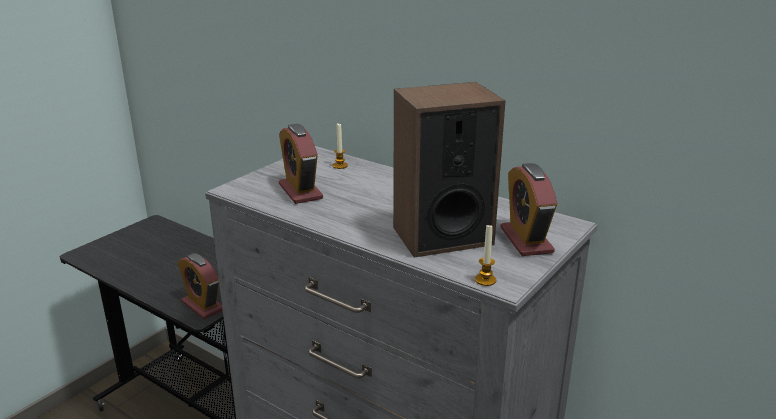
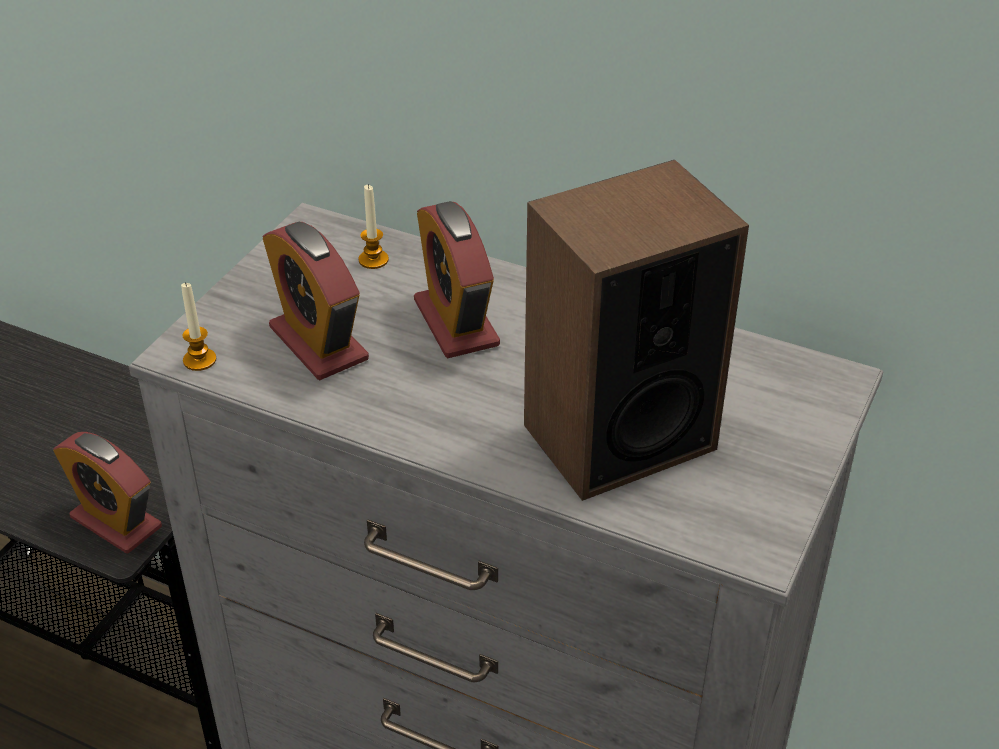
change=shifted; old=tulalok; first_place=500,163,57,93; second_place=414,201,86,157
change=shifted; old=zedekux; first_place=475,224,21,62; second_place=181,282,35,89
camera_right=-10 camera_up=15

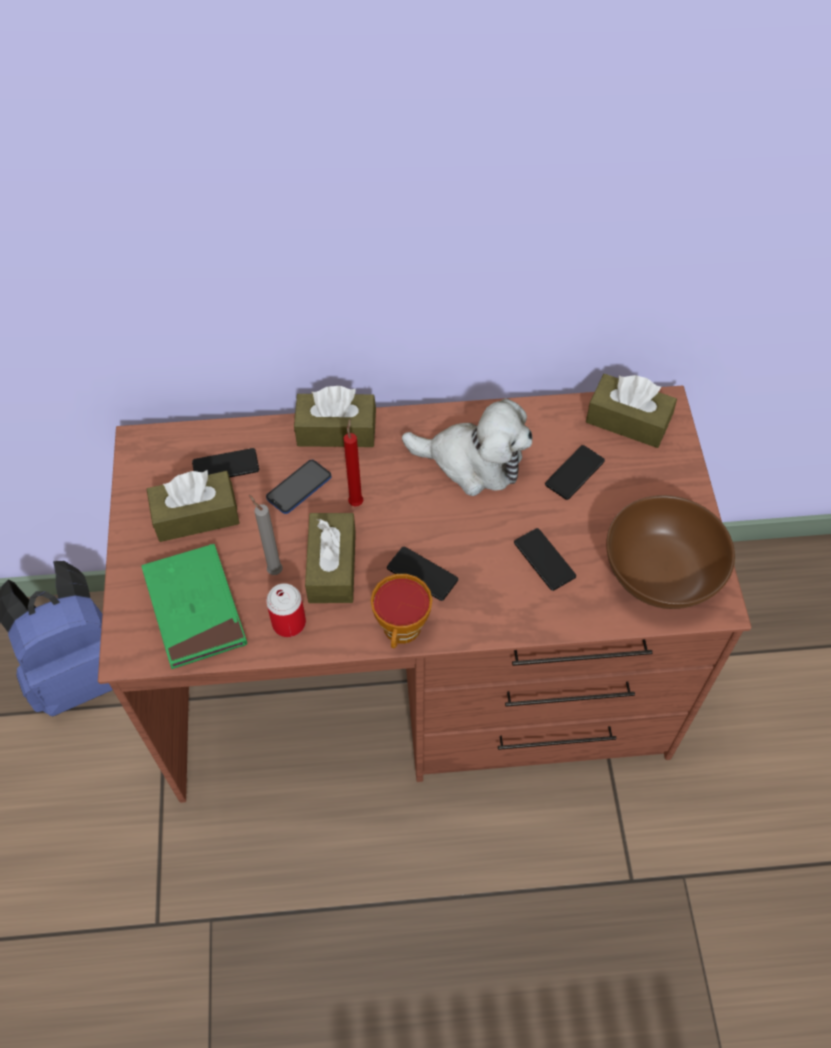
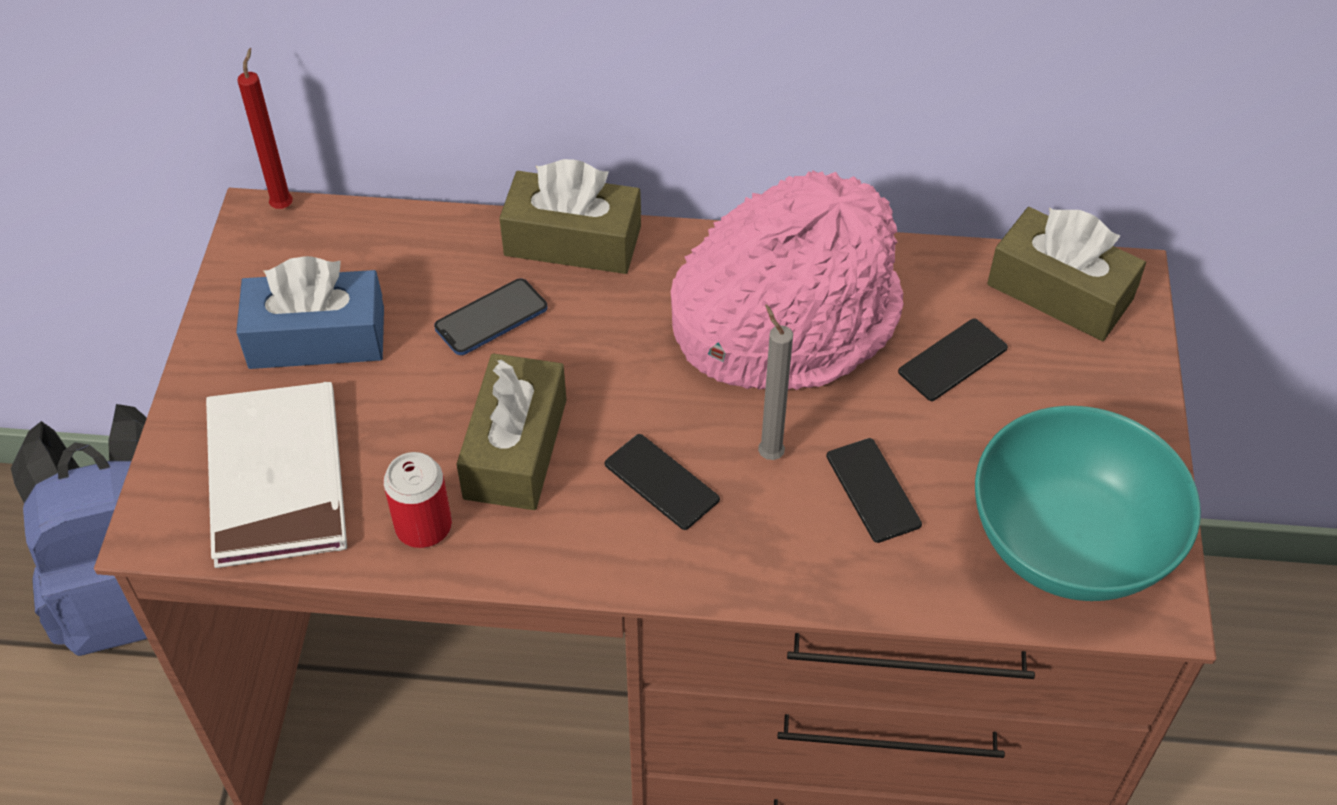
change=swapped; old=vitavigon; new=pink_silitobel; first_place=402,398,130,98; second_place=670,170,234,220
change=shifted; old=red_zedekux; first_place=344,419,20,87; second_place=237,48,56,161
change=gone; old=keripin; first_place=192,448,67,29
change=repainted; old=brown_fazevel; new=blue_fazevel; first_place=147,470,93,72; second_place=236,256,148,113
change=shifted; old=grey_zedekux; first_place=249,495,34,80; second_place=758,304,35,156
change=repainted; old=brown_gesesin; new=turquoise_gesesin; first_place=606,495,129,114; second_place=975,406,226,195
change=repainted; old=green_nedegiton; new=white_nedegiton; first_place=141,544,106,125; second_place=206,382,141,186
change=gone; old=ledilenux; first_place=371,574,61,74
camera_right=10 camera_up=-5

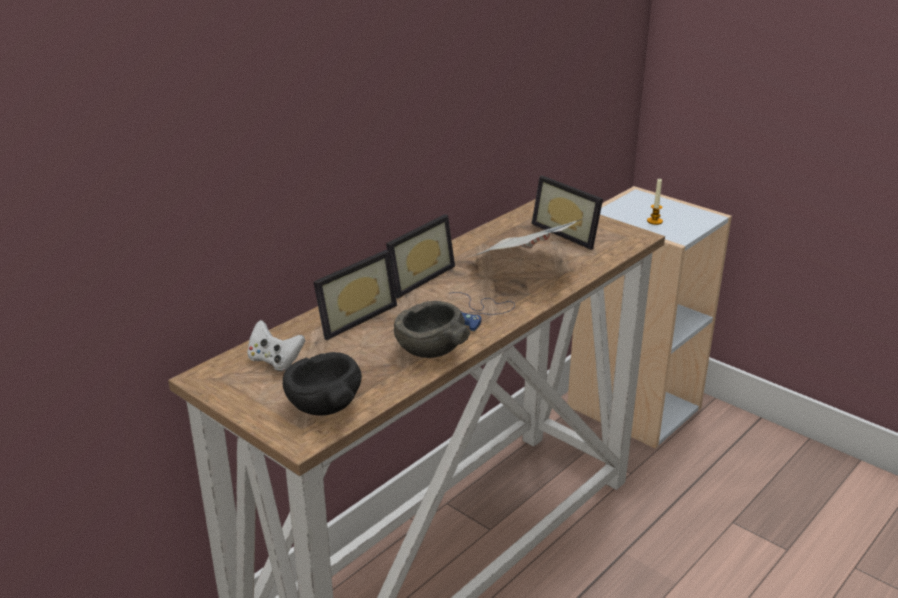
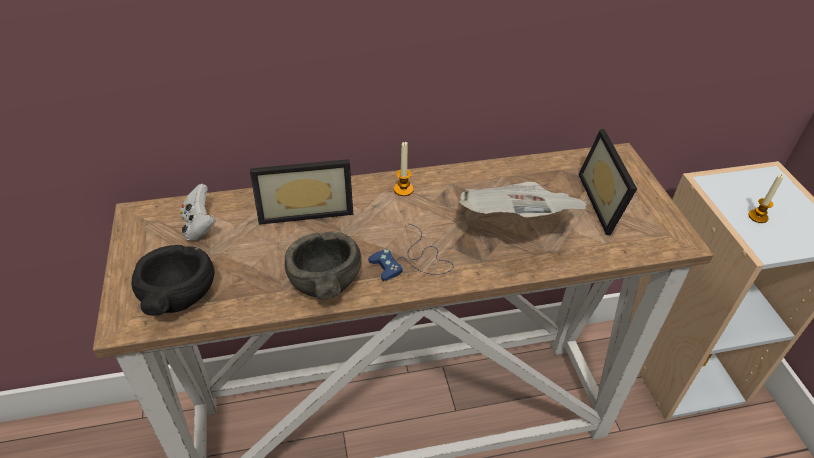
change=swapped; old=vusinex; new=zedekux; first_place=386,214,69,84; second_place=394,142,20,54
camera_right=35 camera_up=15

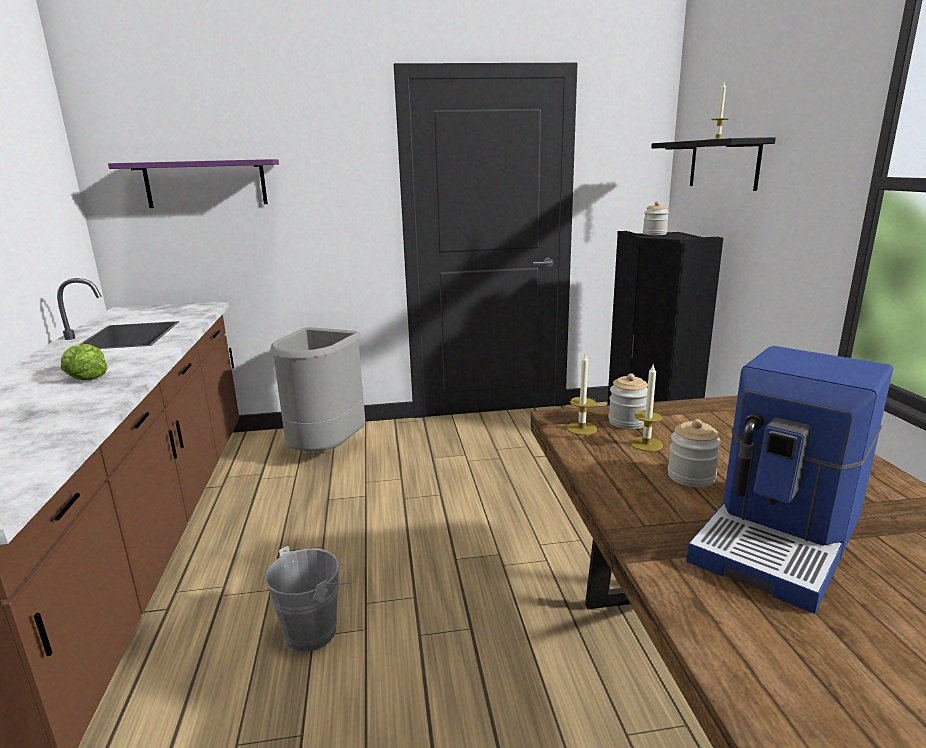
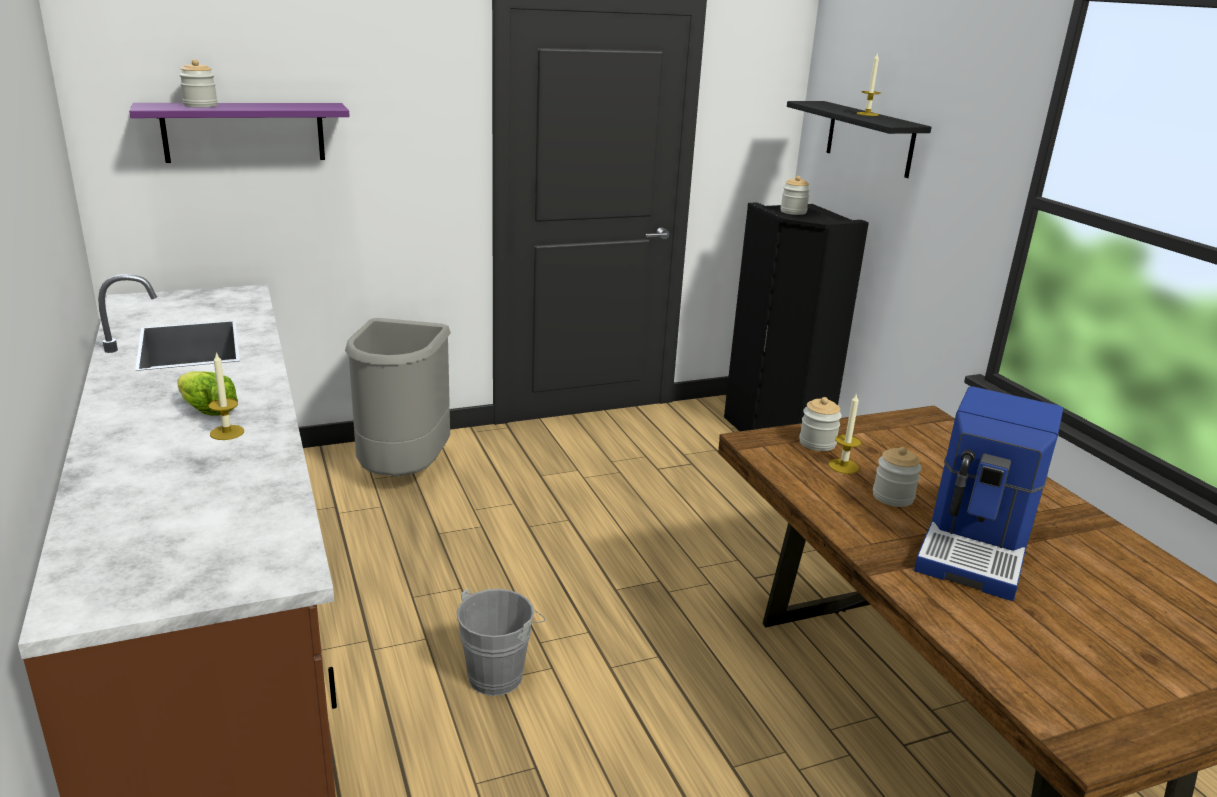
change=shifted; old=zedekux; first_place=567,352,30,83; second_place=209,352,35,88
change=new; new=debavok; second_place=179,59,39,49
camera_right=-15 camera_up=5

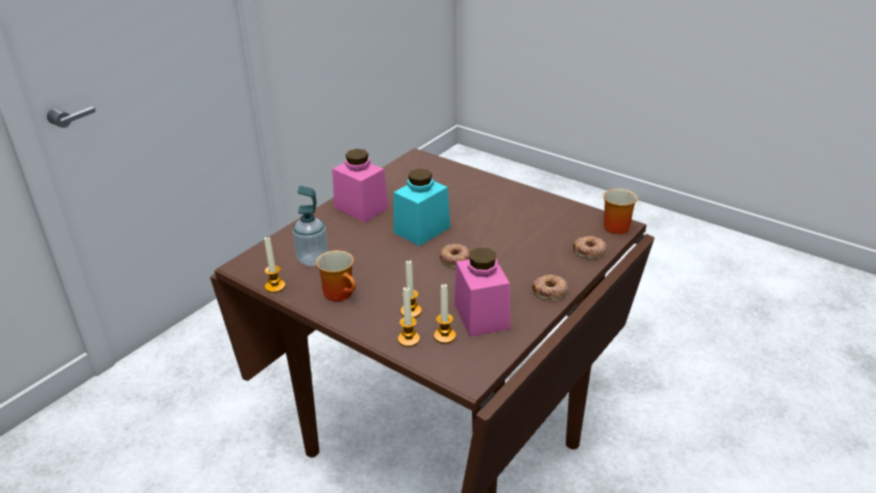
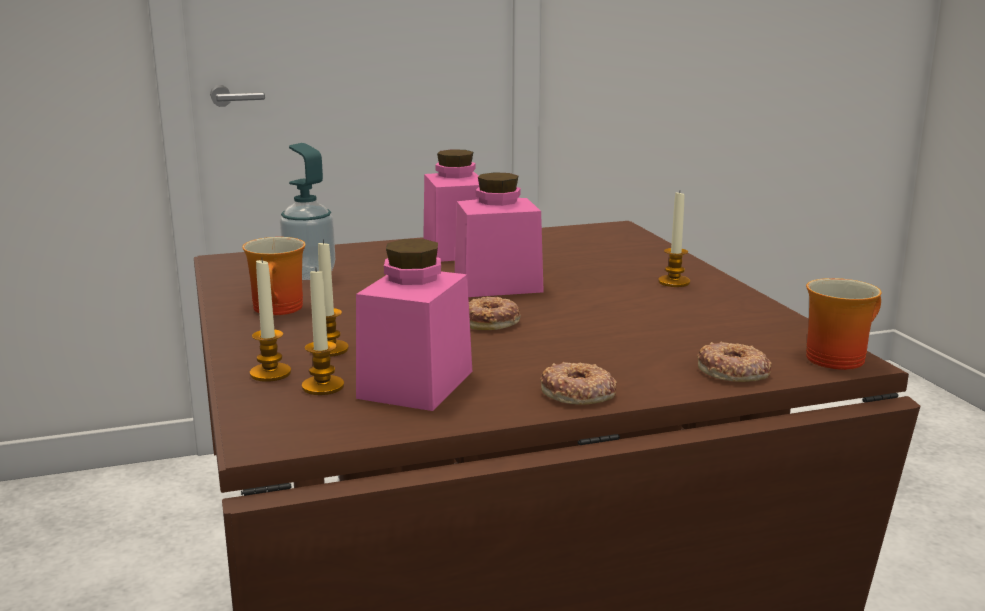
change=repainted; old=turquoise_debavok; new=pink_debavok; first_place=394,169,56,77; second_place=455,172,89,125
change=shifted; old=zedekux; first_place=264,237,22,56; second_place=658,193,32,94
camera_right=35 camera_up=-15

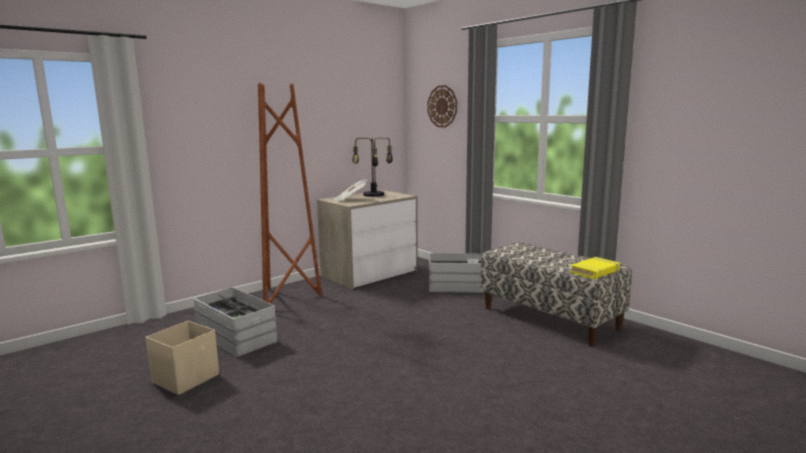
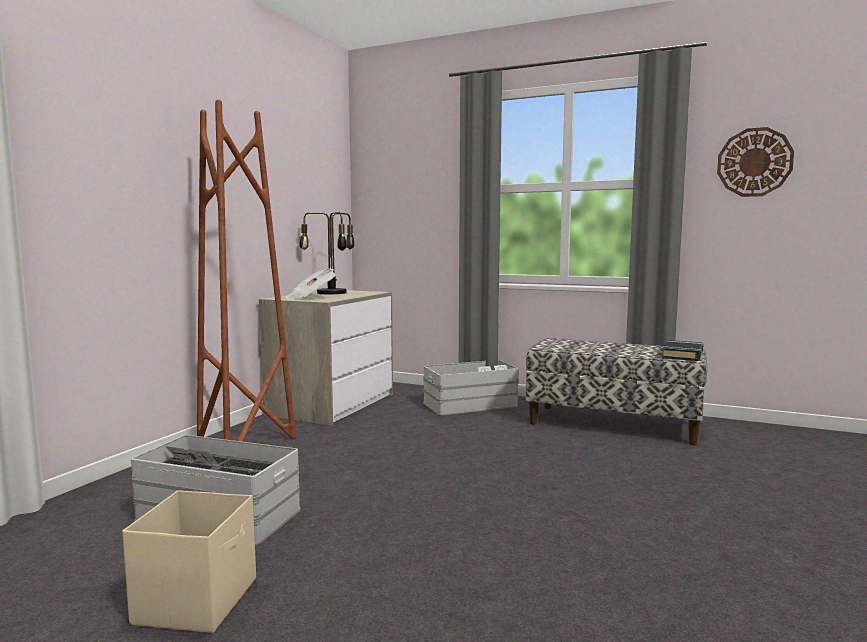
change=shifted; old=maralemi; first_place=428,85,29,42; second_place=717,127,77,70
change=repainted; old=yellow_nedegiton; new=black_nedegiton; first_place=570,257,50,22; second_place=662,340,42,21
camera_right=-25 camera_up=-5

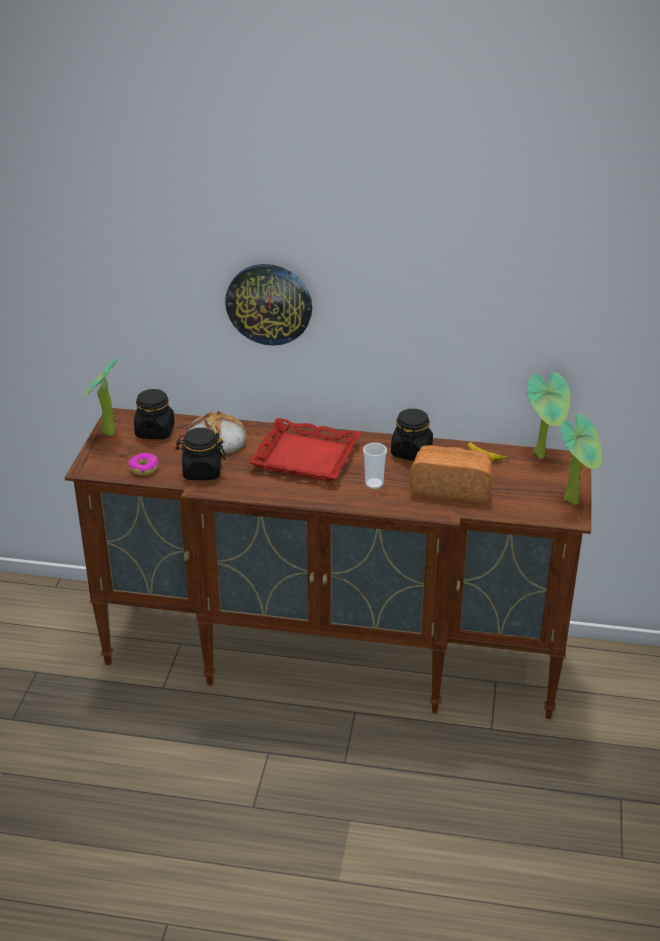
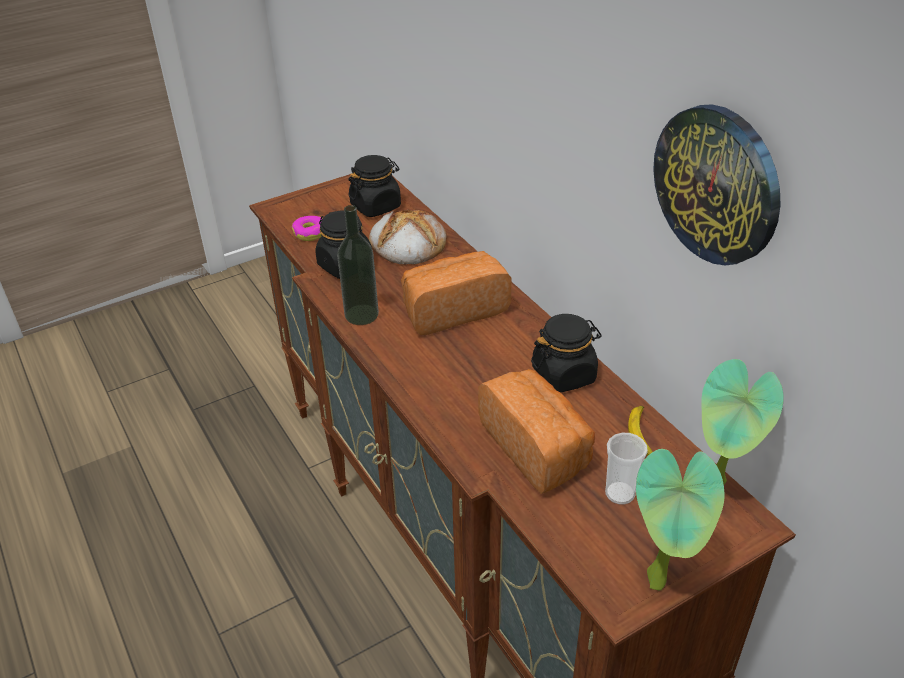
change=shifted; old=maralemi; first_place=225,264,87,82; second_place=653,104,128,162
change=gone; old=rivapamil; first_place=82,358,36,78
change=swapped; old=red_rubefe; new=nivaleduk; first_place=248,418,113,63; second_place=401,251,111,84
change=shifted; old=ledilenux; first_place=363,443,24,46; second_place=605,433,43,72
change=new; new=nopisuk; second_place=337,205,42,120
camera_right=50 camera_up=5

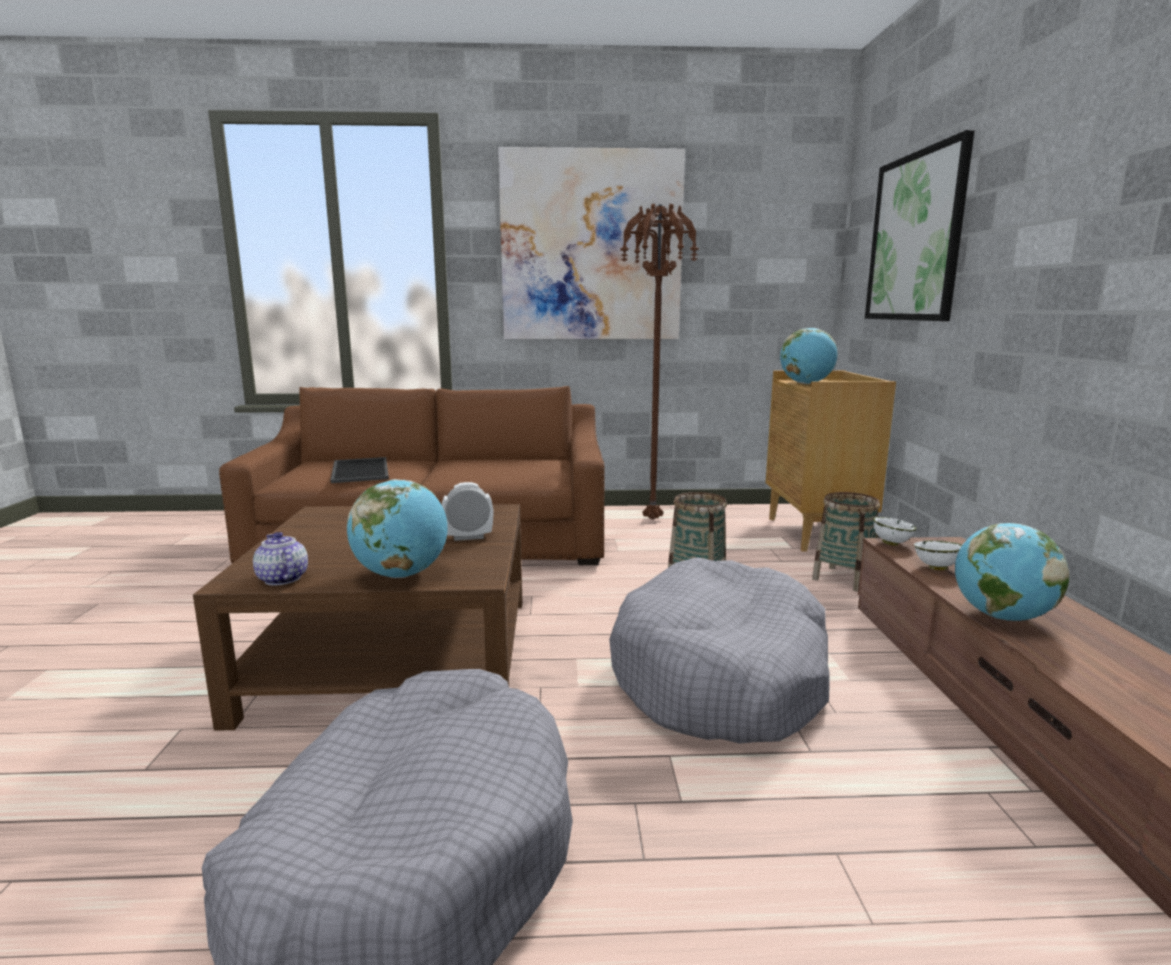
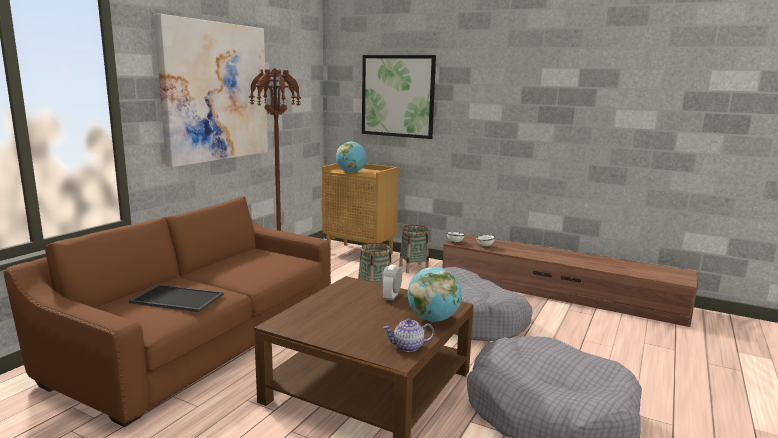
change=gone; old=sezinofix; first_place=955,523,114,98
camera_right=-60 camera_up=0

